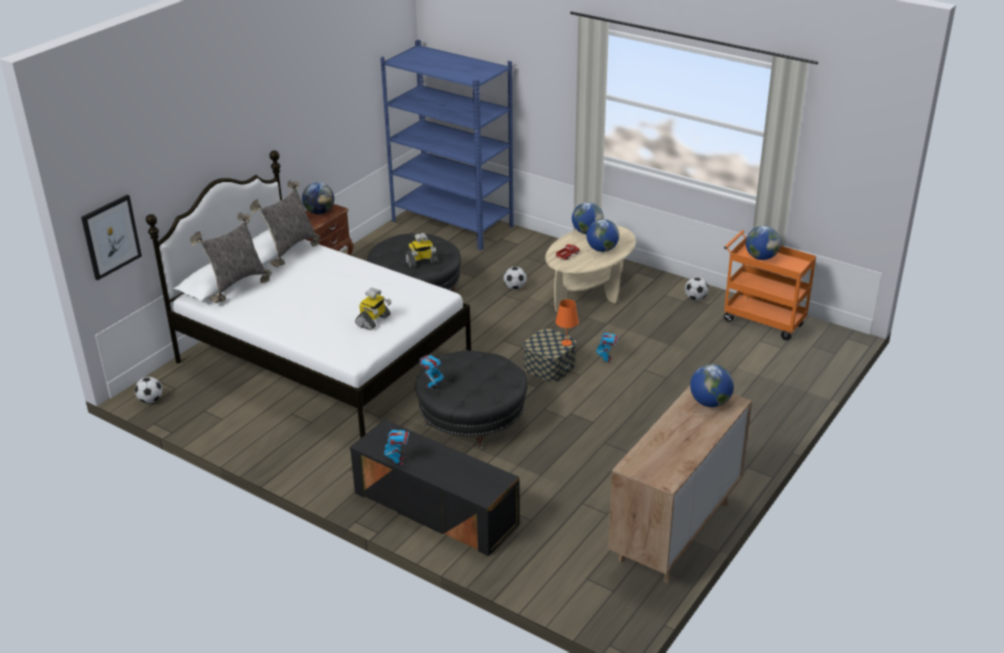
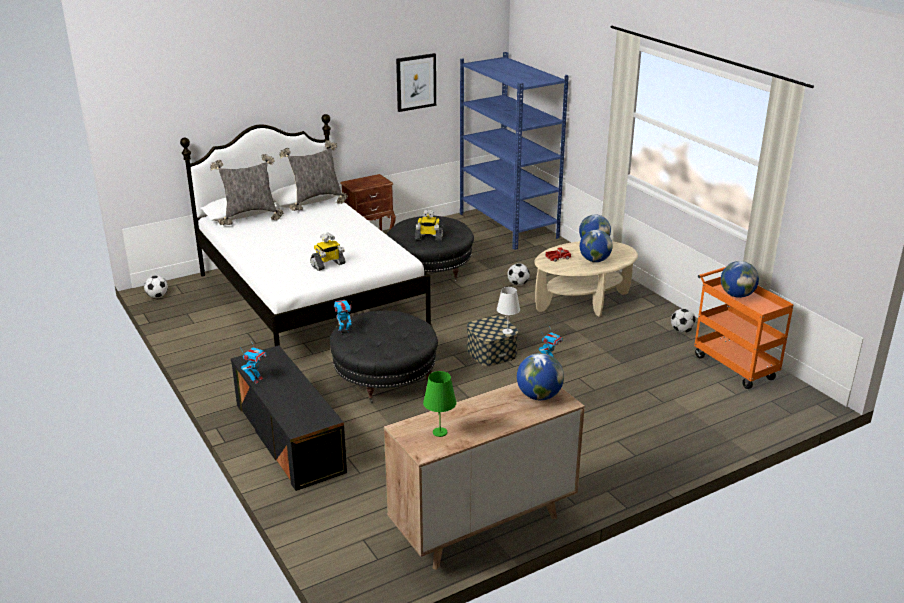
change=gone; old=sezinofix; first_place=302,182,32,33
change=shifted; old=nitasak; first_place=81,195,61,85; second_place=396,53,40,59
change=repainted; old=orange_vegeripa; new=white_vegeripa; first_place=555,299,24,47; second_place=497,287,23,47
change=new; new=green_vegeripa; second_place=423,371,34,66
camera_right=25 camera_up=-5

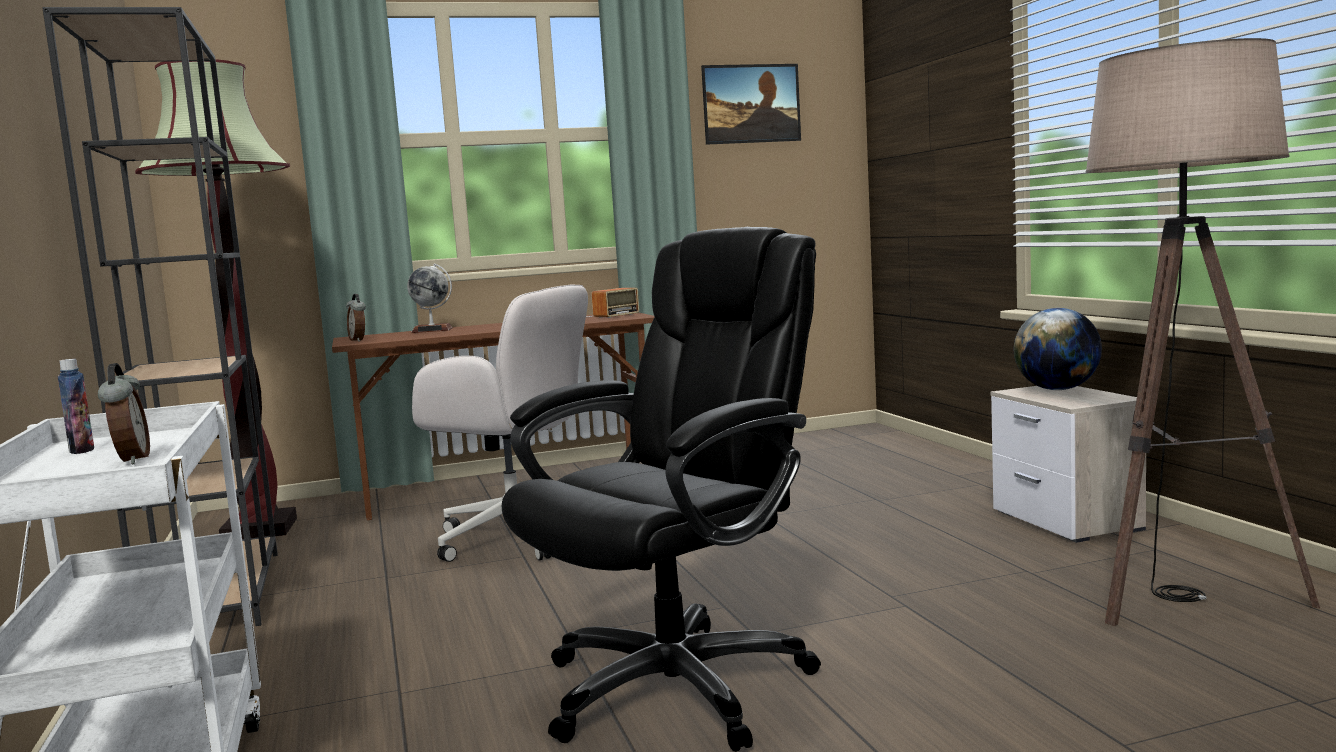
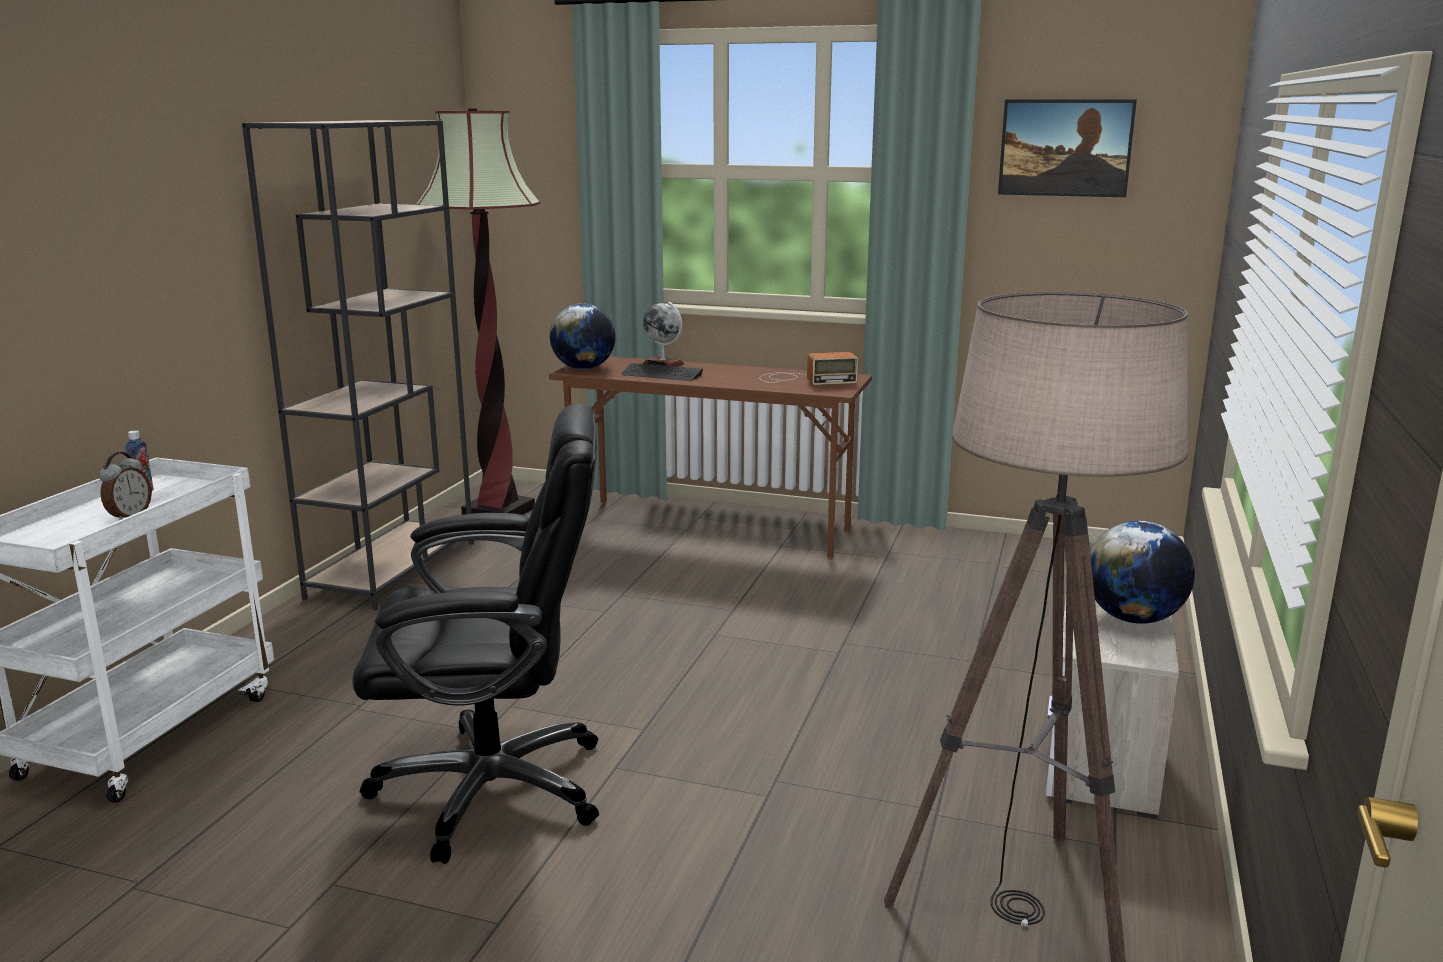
change=gone; old=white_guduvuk; first_place=412,285,176,277
change=swapped; old=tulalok; new=sezinofix; first_place=346,294,20,48; second_place=550,303,66,66
change=new; new=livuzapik; second_place=622,363,81,18
camera_right=35 camera_up=10

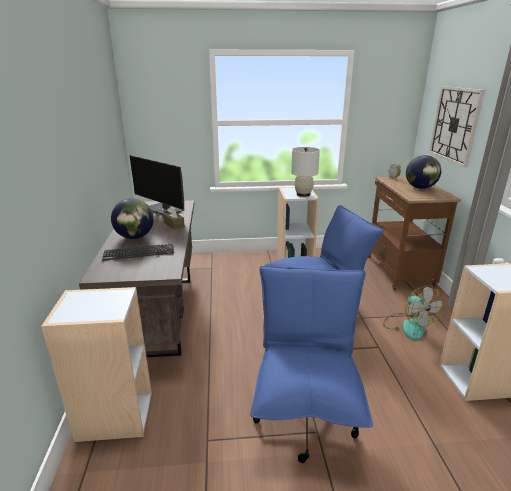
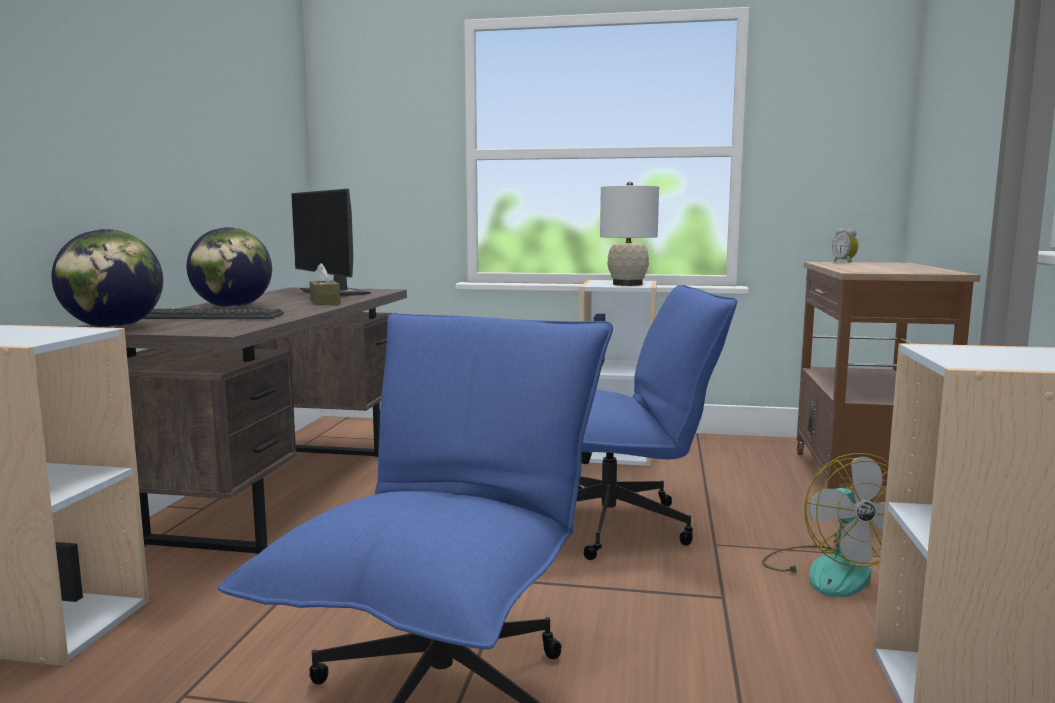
change=gone; old=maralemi; first_place=429,86,56,81
change=shifted; old=sezinofix; first_place=406,155,35,34; second_place=51,229,113,99
camera_right=15 camera_up=-15

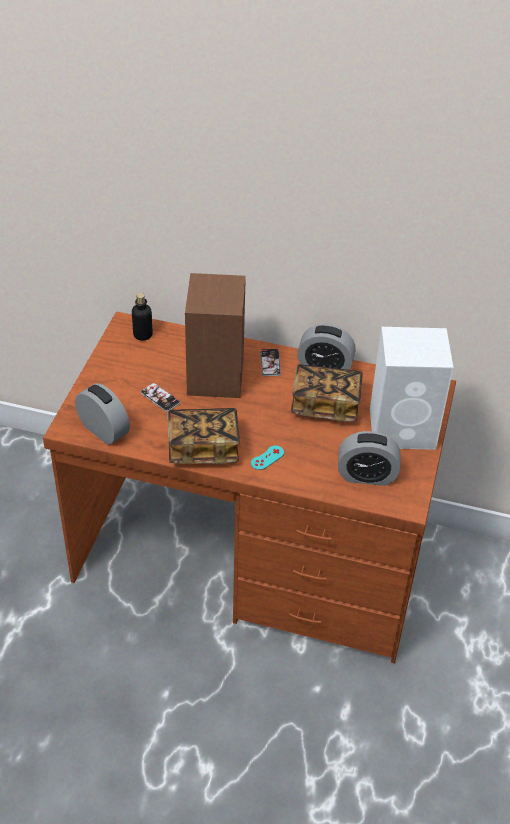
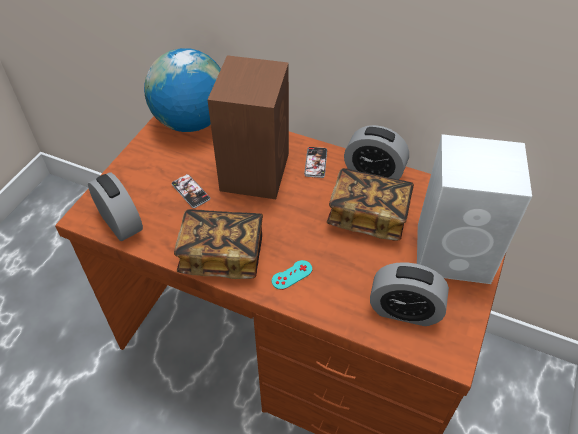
change=swapped; old=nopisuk; new=sezinofix; first_place=132,293,21,48; second_place=144,48,77,84
camera_right=10 camera_up=5

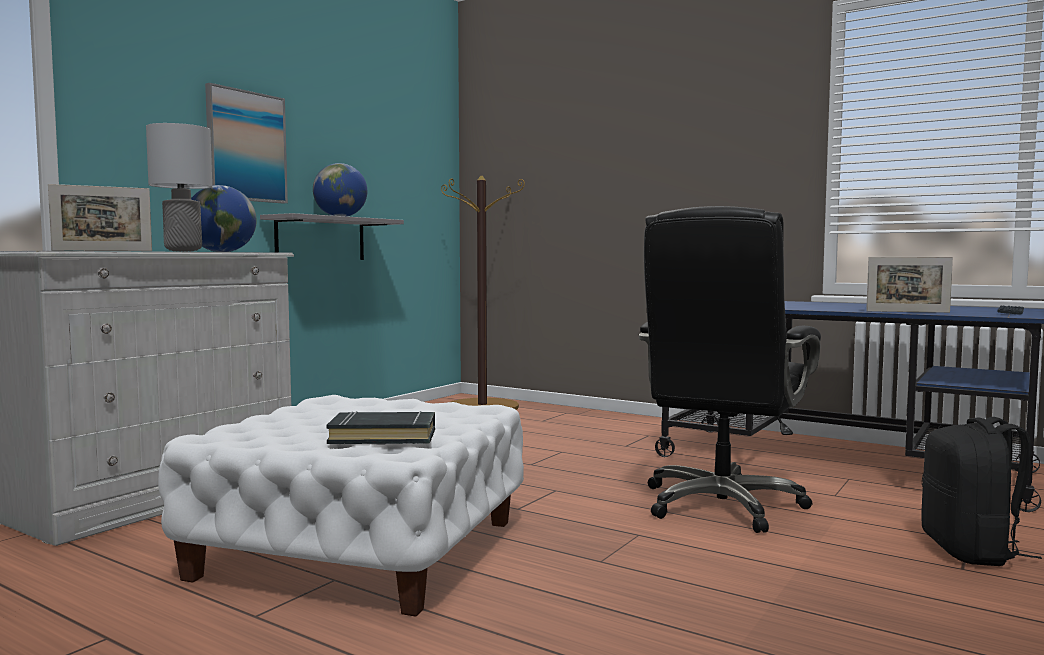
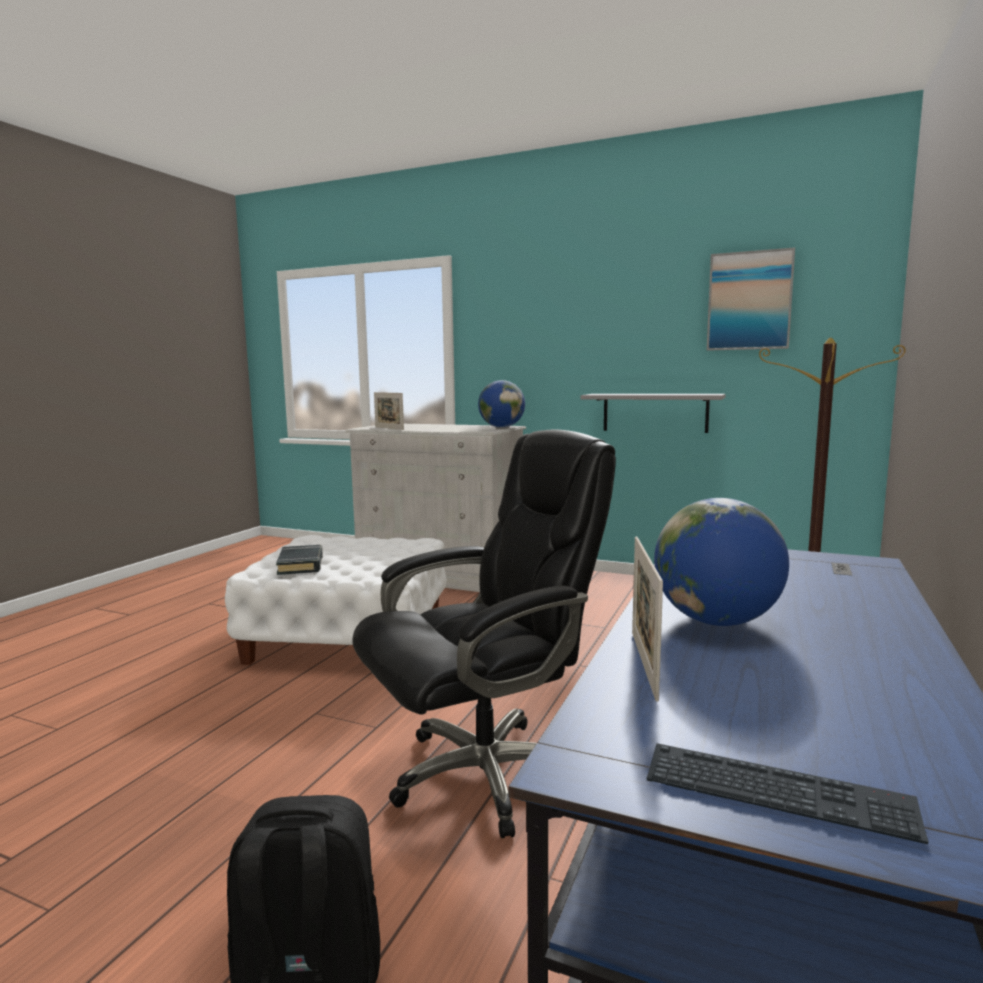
change=shifted; old=nitasak; first_place=205,83,83,120; second_place=707,247,88,104
change=gone; old=grey_vegeripa; first_place=146,123,66,129
change=shifted; old=sezinofix; first_place=313,163,54,54; second_place=654,498,135,128
change=rotated; old=black_guduvuk; first_place=639,206,182,327; second_place=352,430,264,408; degrees=135
camera_right=80 camera_up=5

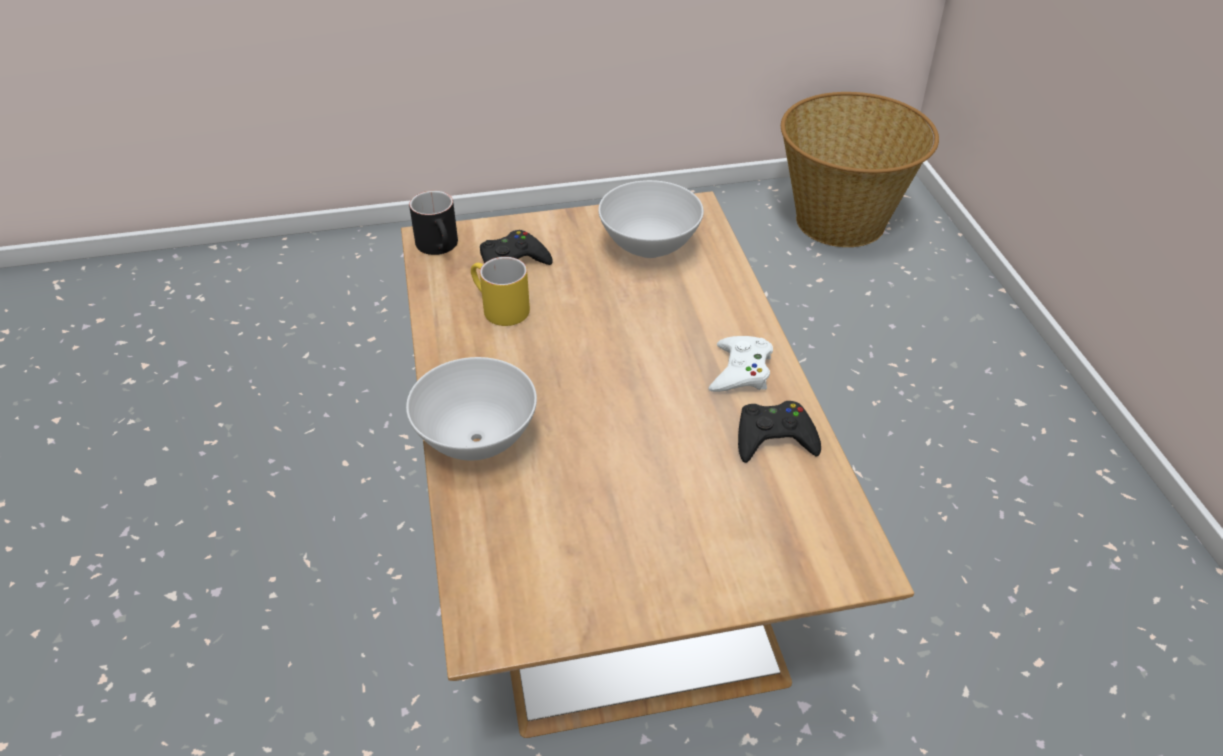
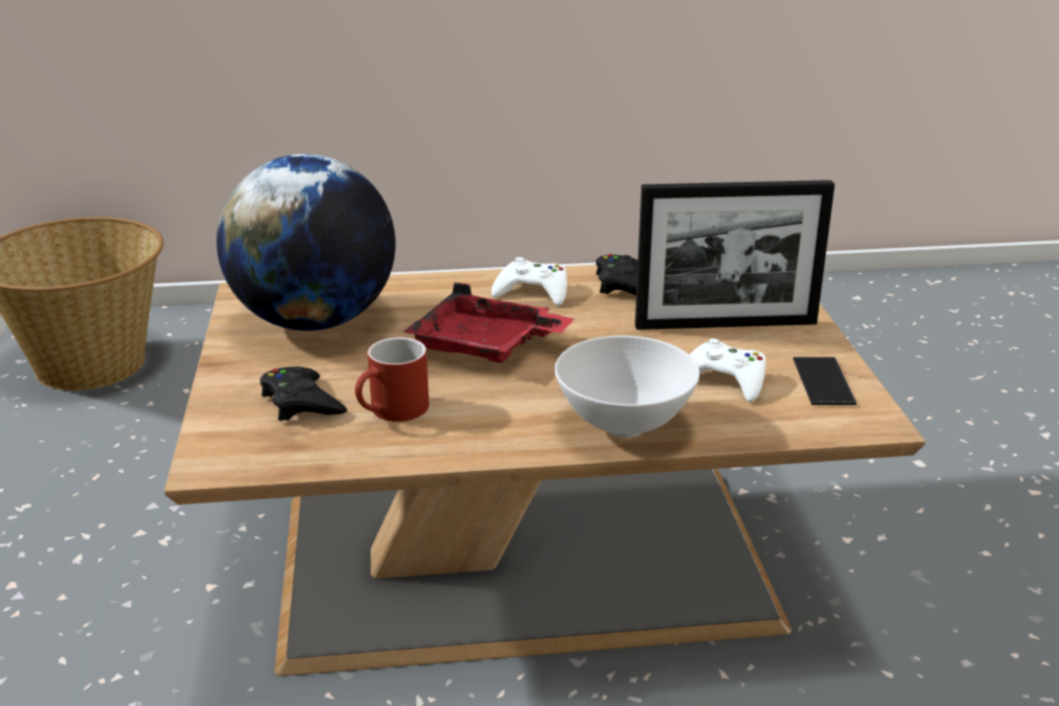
change=swapped; old=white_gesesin; new=sezinofix; first_place=598,180,106,78; second_place=216,154,179,177
change=gone; old=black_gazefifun; first_place=409,191,49,64
change=repainted; old=yellow_gazefifun; new=red_gazefifun; first_place=471,257,59,69; second_place=355,337,74,85
change=new; new=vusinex; second_place=635,180,200,150
change=new; new=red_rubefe; second_place=403,282,171,81
change=new; new=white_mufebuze; second_place=689,338,77,64
change=new; new=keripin; second_place=793,357,64,48
camera_right=-85 camera_up=-15

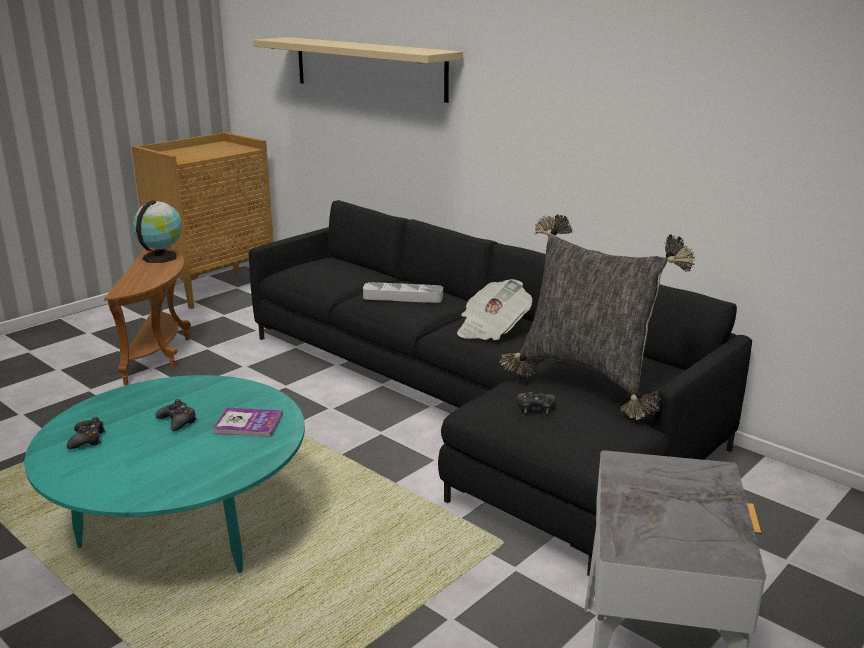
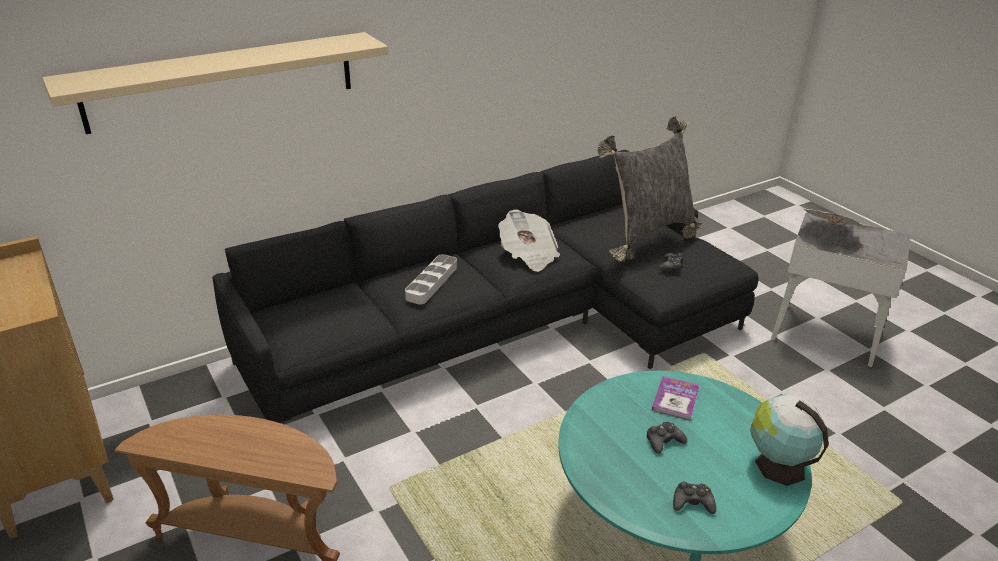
change=shifted; old=sezinofix; first_place=133,200,49,63; second_place=750,394,79,92
change=new; new=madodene; second_place=802,208,64,20
camera_right=-75 camera_up=10

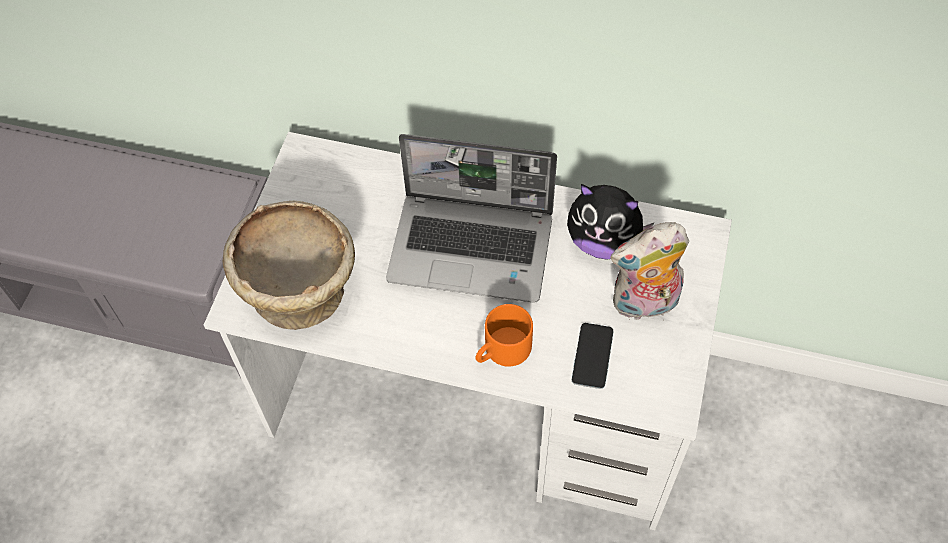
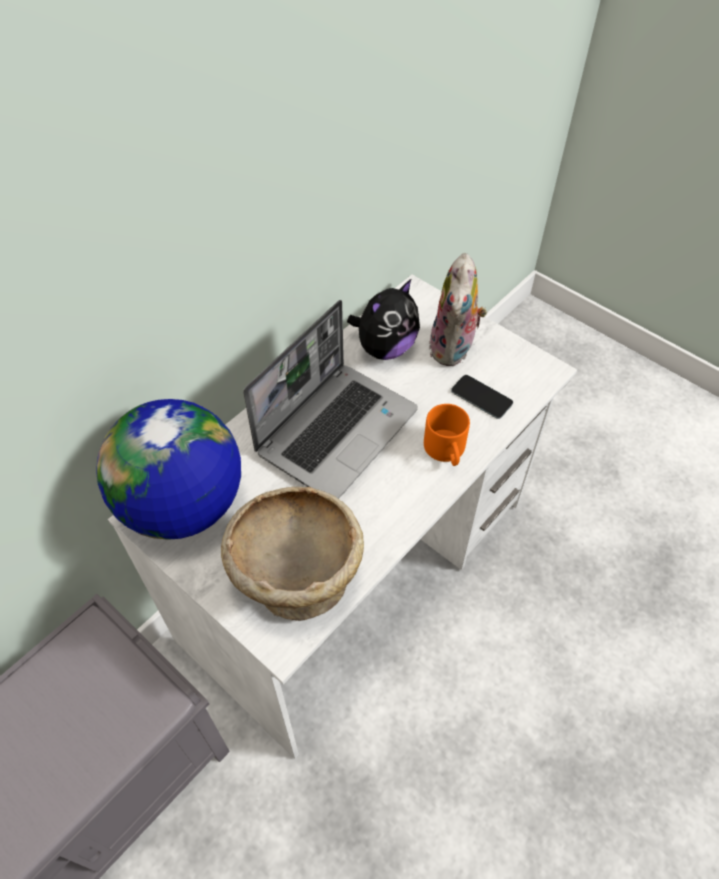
change=new; new=sezinofix; second_place=96,399,145,141
camera_right=-65 camera_up=-5

